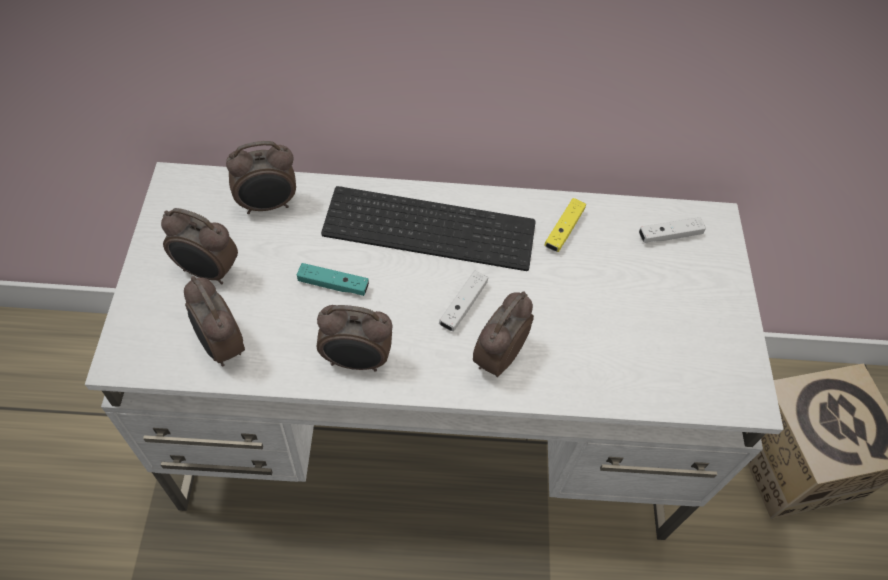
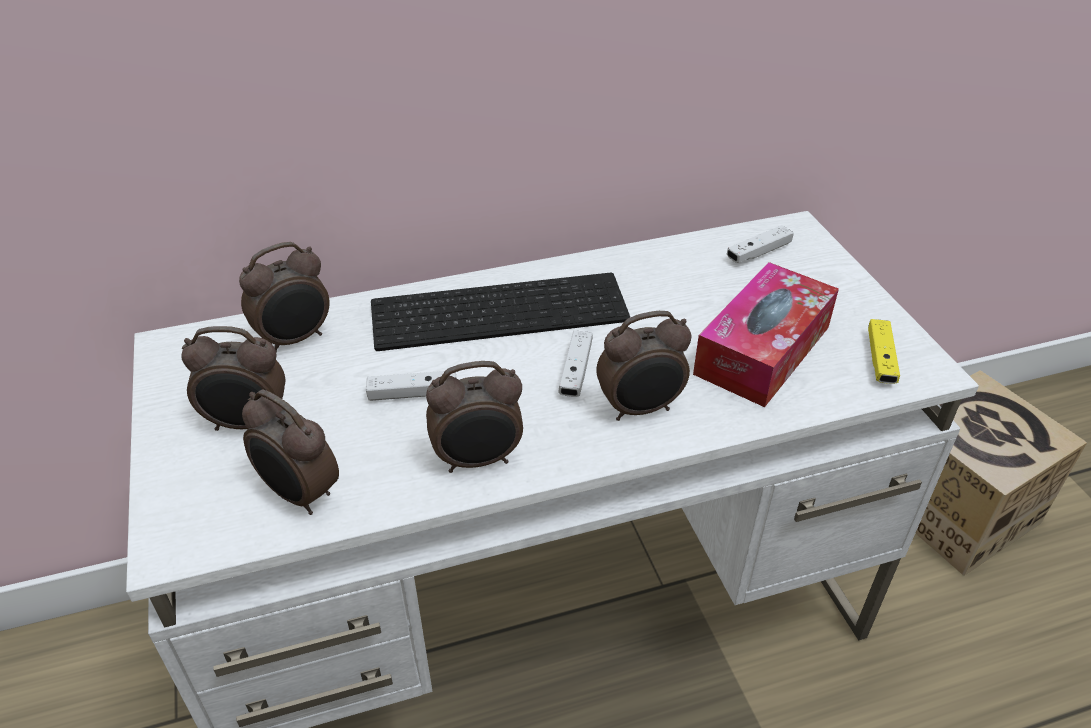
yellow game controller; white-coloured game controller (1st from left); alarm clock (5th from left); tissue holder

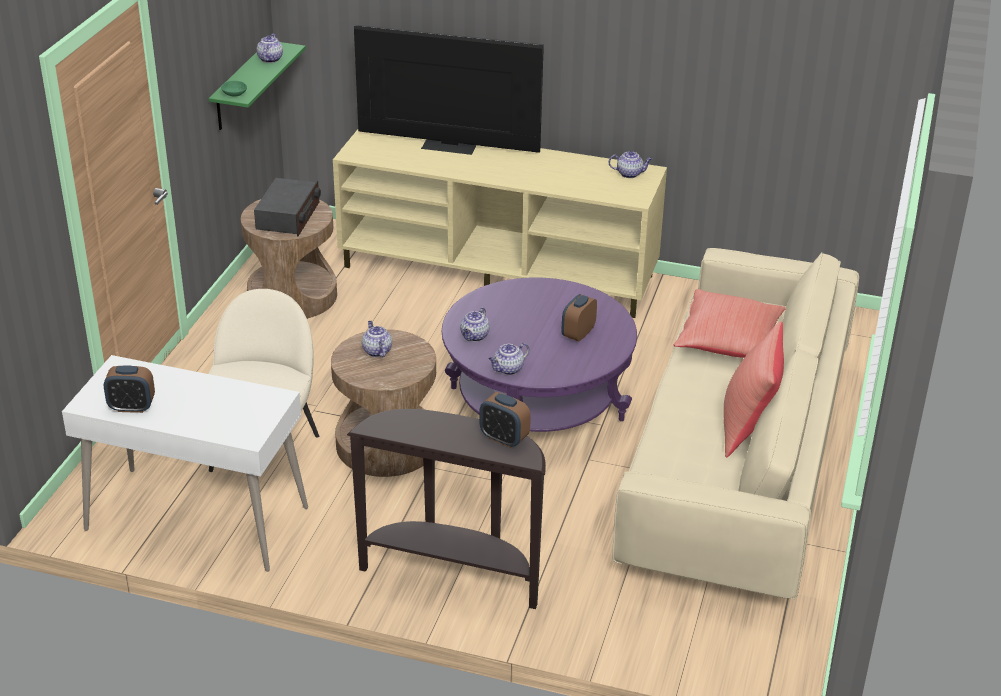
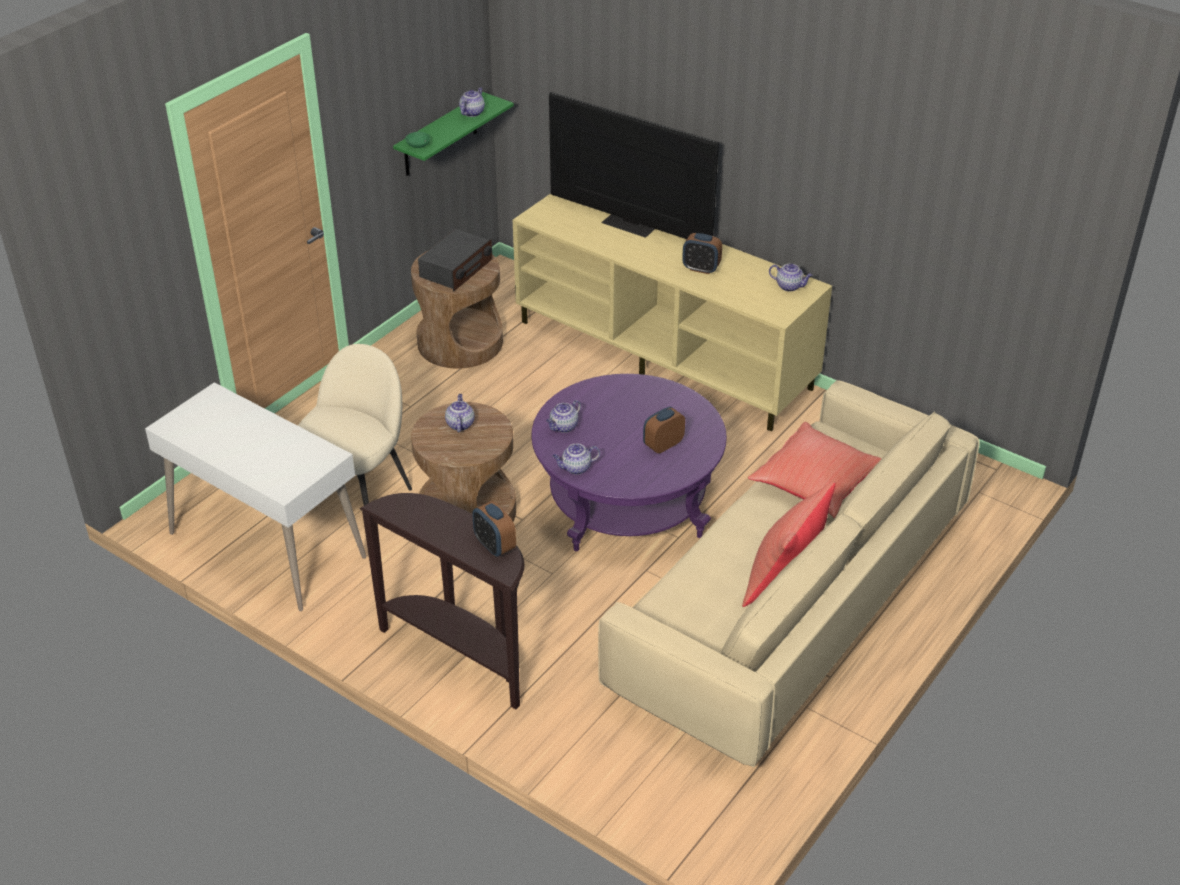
alarm clock (3rd from left)

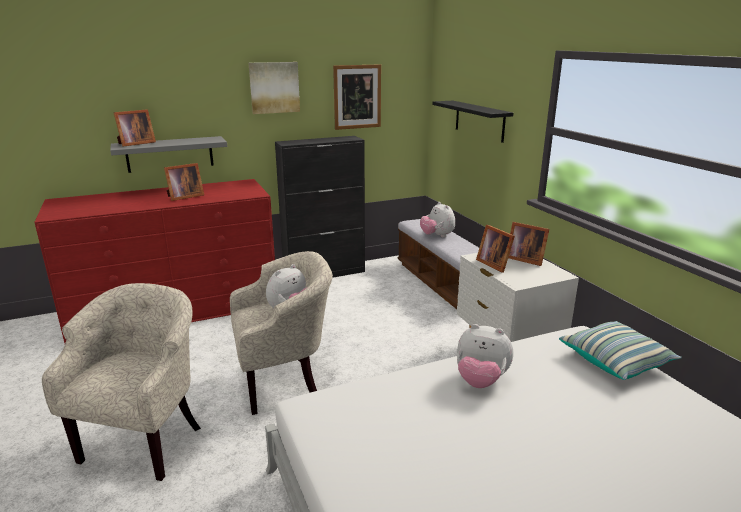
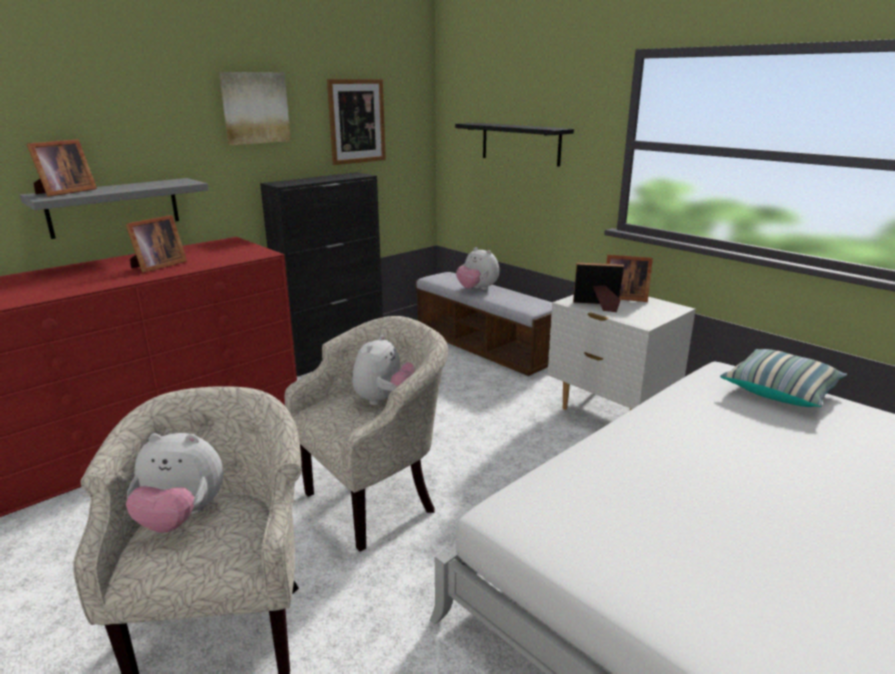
picture frame (3rd from left); plush toy (1st from left)

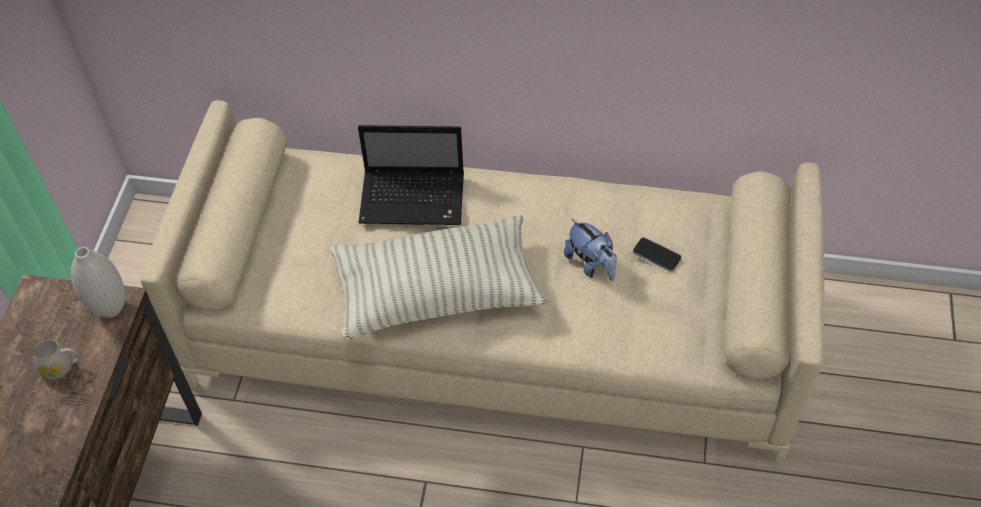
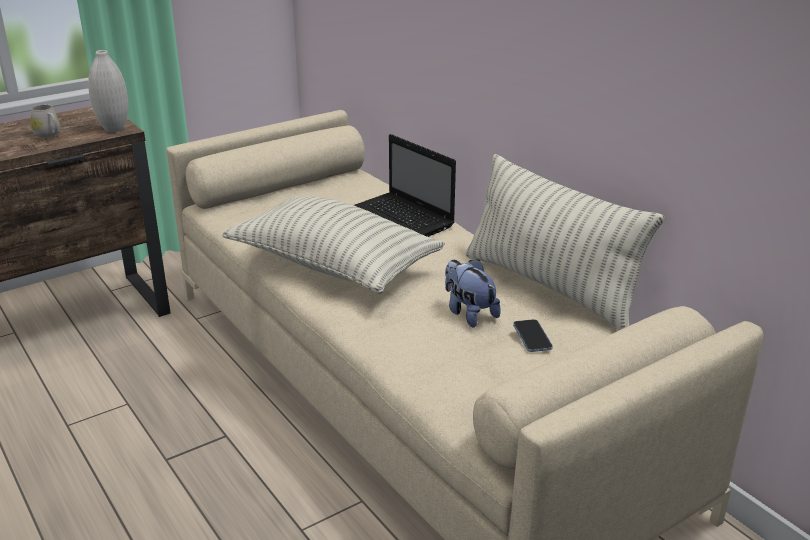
plush toy; throw pillow (2nd from left)

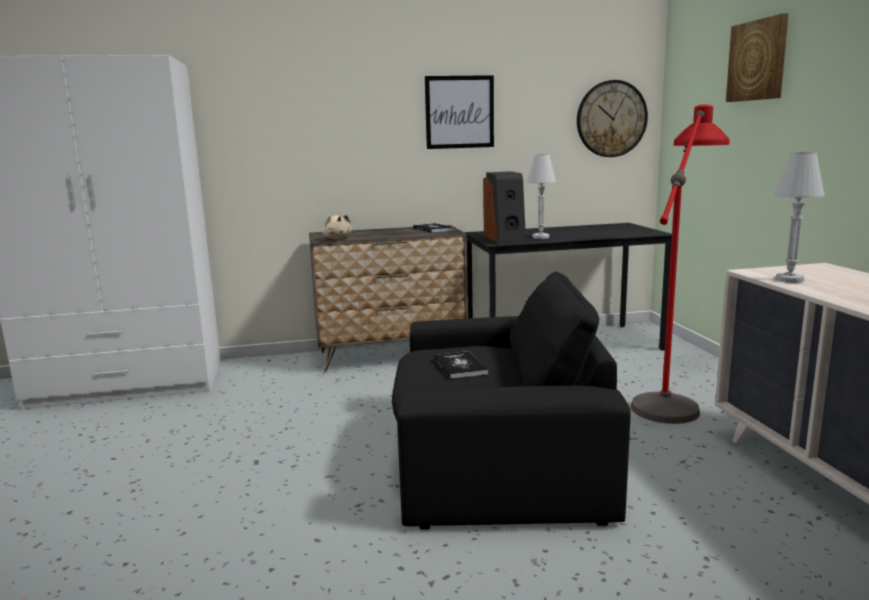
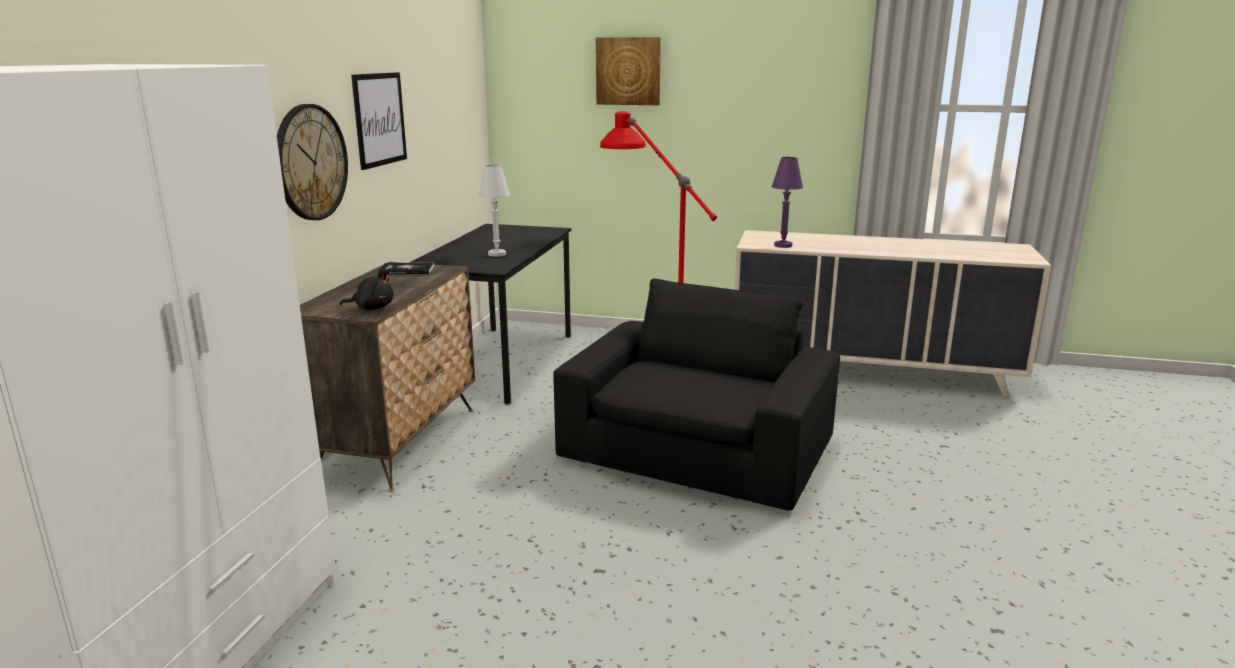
wall clock; purple-coloured lamp for a table; loudspeaker; black-coloured plush toy; bound book (2nd from left in the first image)

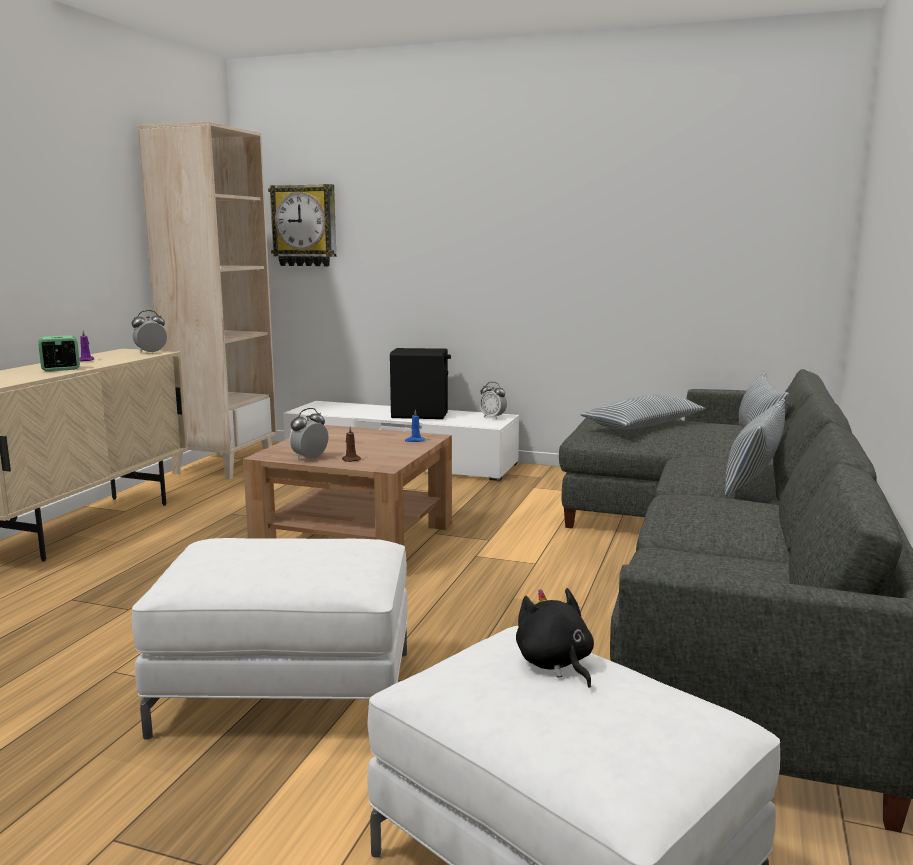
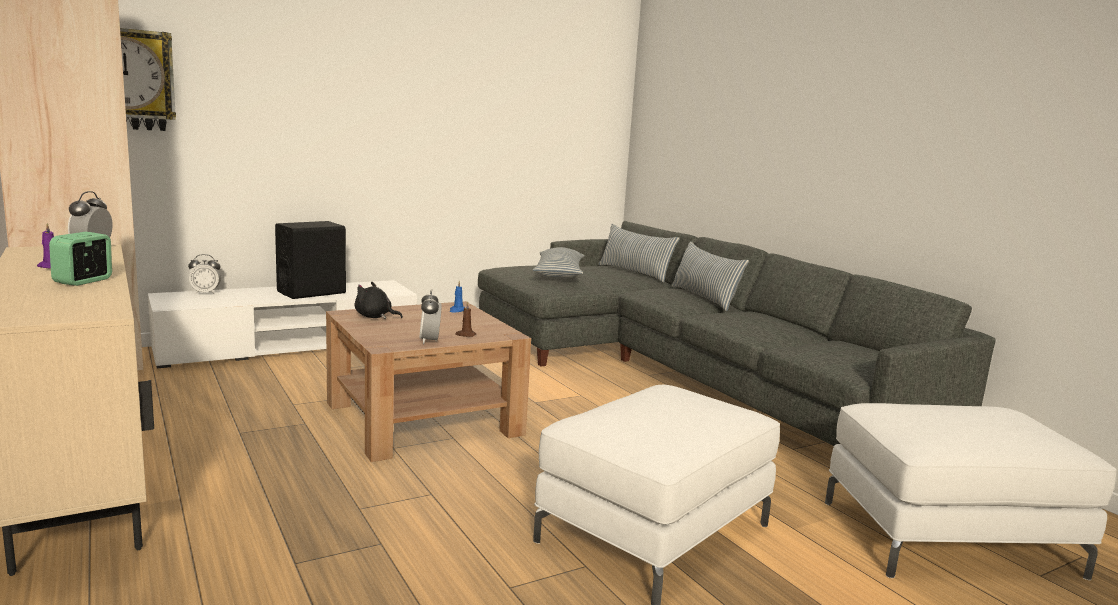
alarm clock (3rd from left); black-coloured plush toy

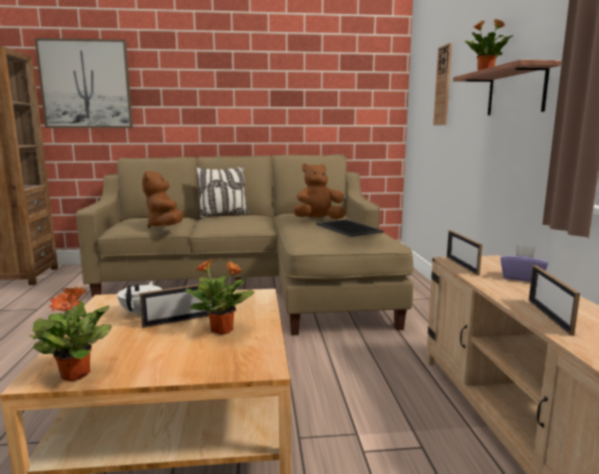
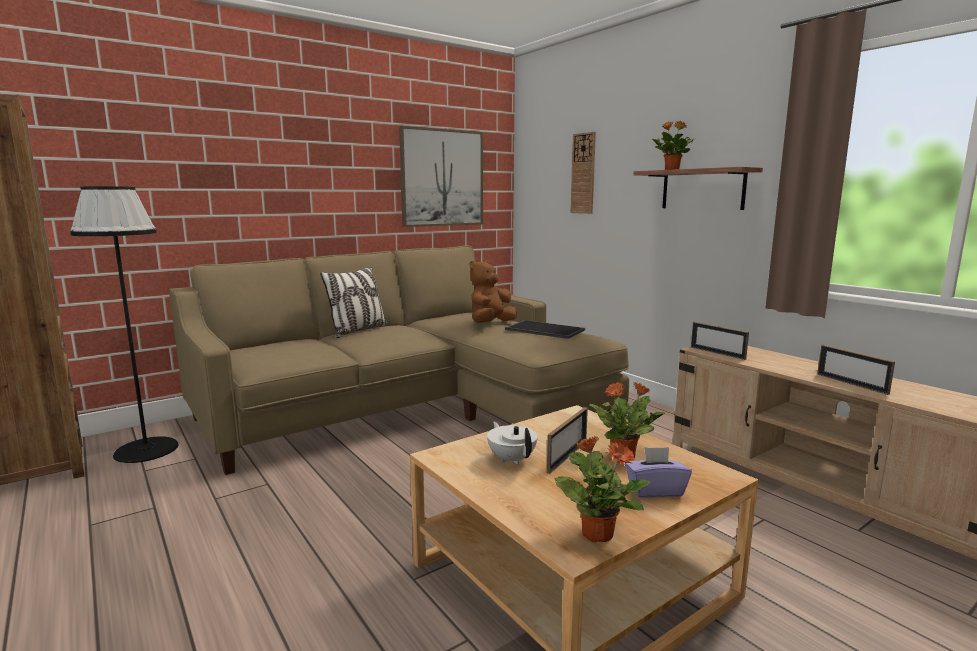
wall picture; brownish plush toy (1st from left in the first image); purple-coloured tissue holder; black-coloured floor lamp

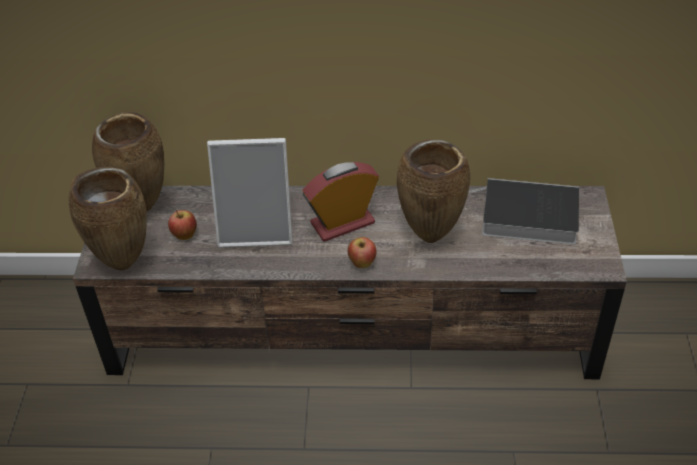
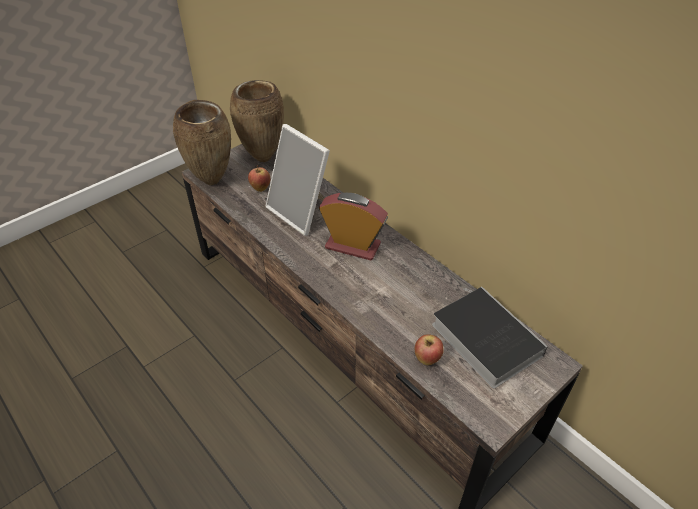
brownish vase (3rd from left in the first image); apple (2nd from left)

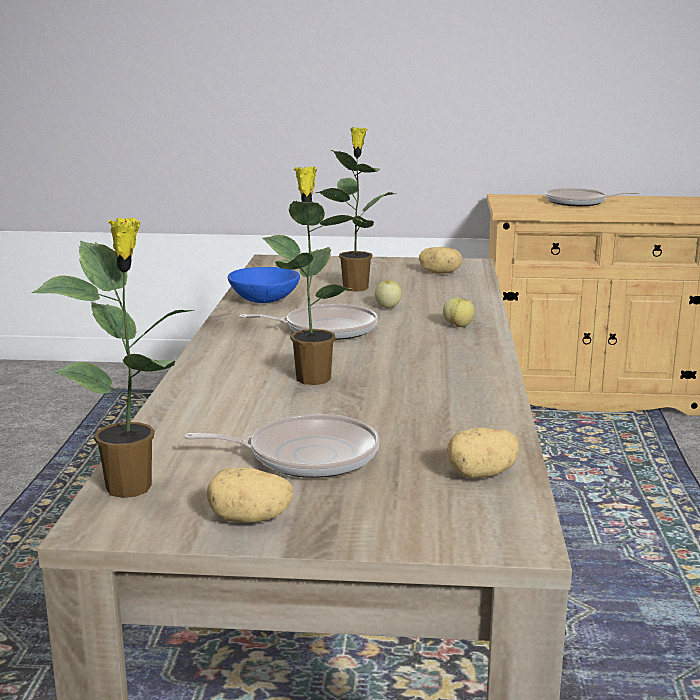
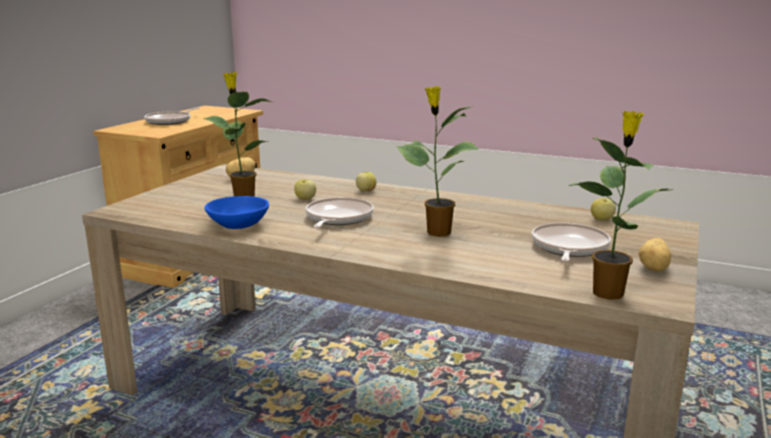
apple (3rd from left)

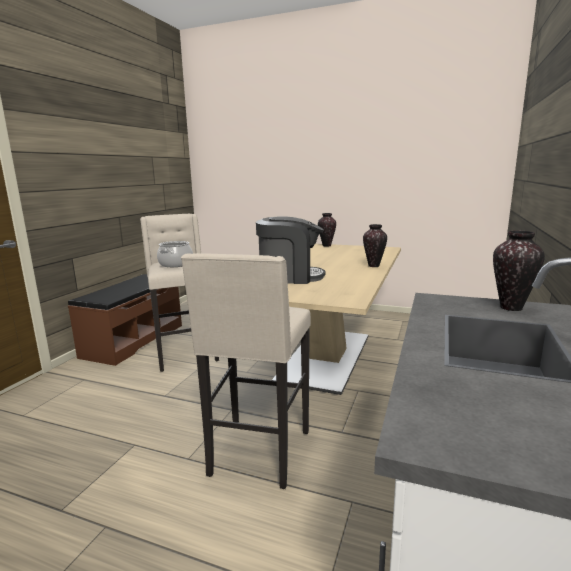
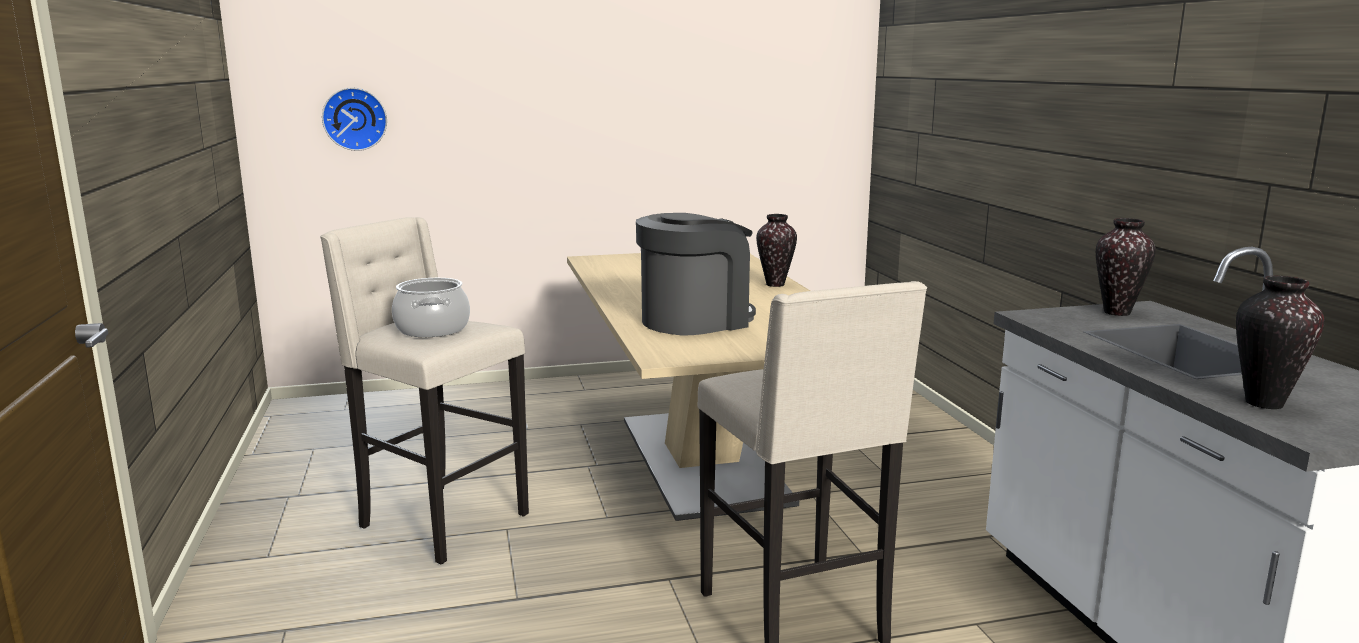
vase (3rd from left); brownish bench; wall clock

